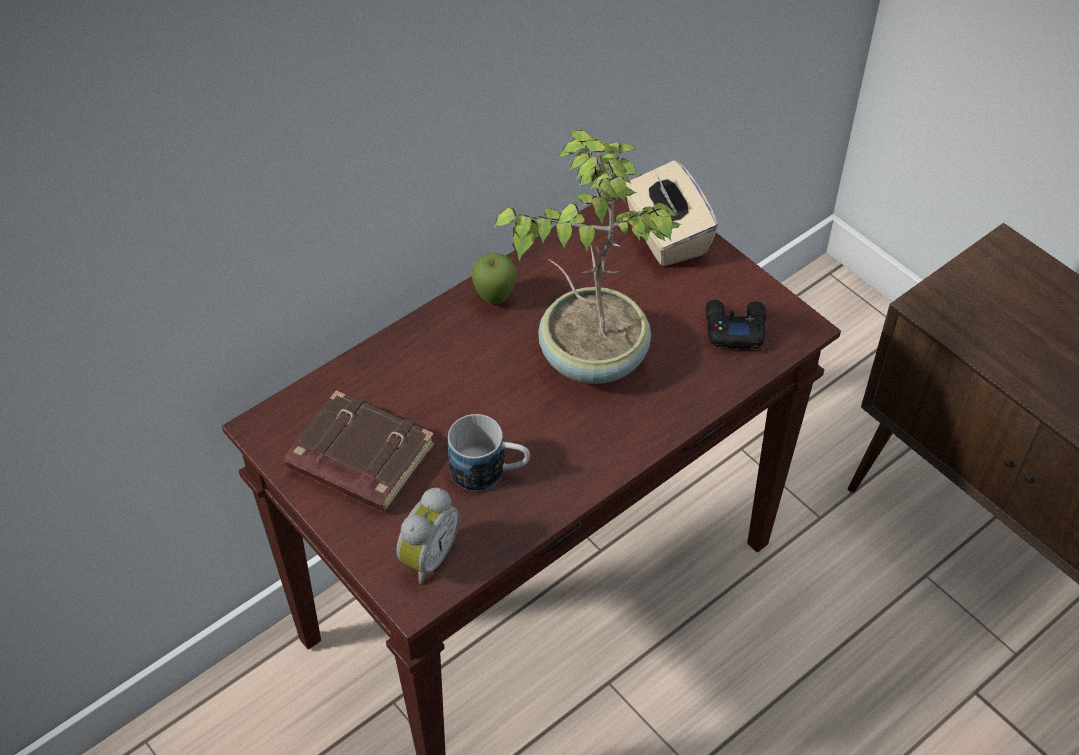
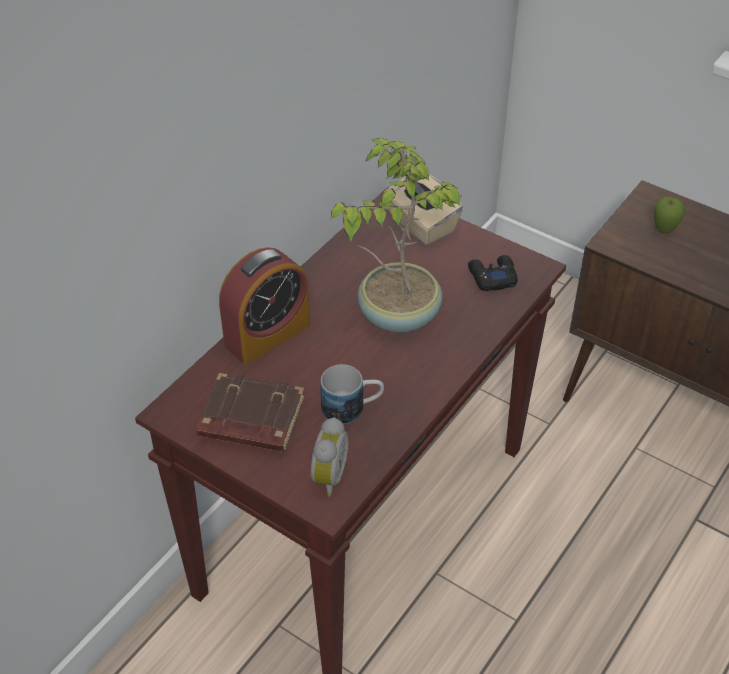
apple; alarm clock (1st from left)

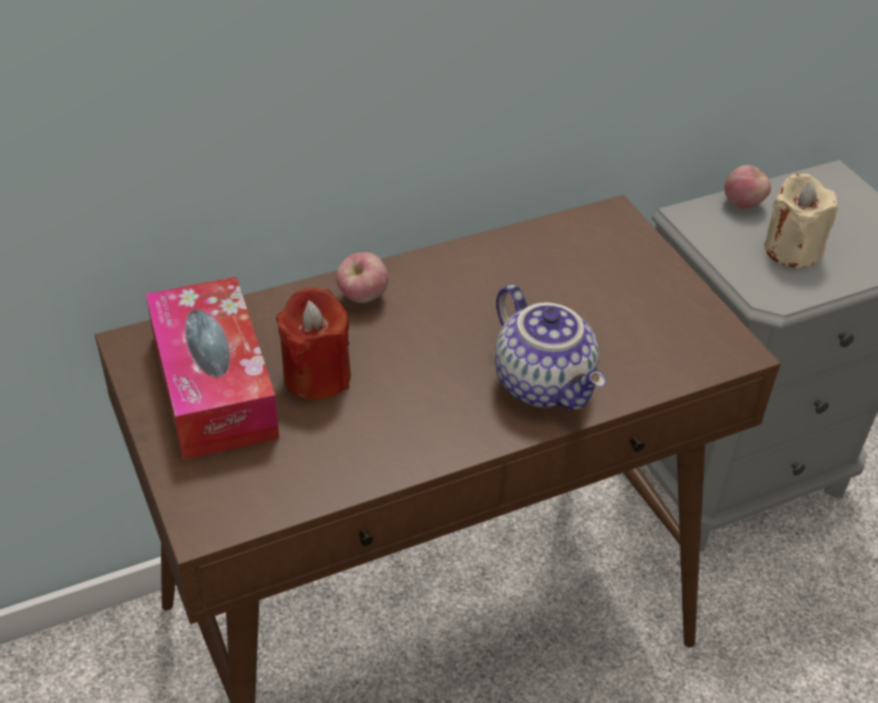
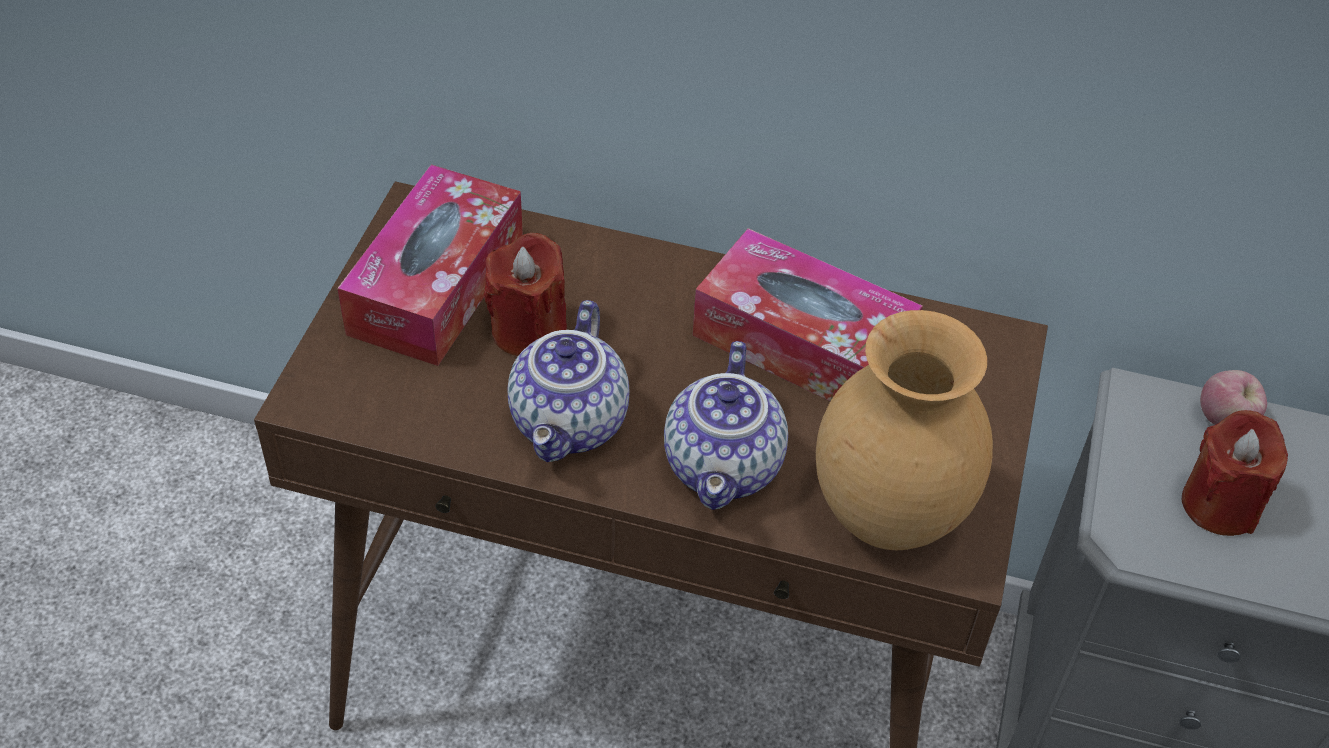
red-coloured candle (2nd from left); apple (1st from left in the first image); tissue holder (2nd from left); teapot (1st from left); brownish vase

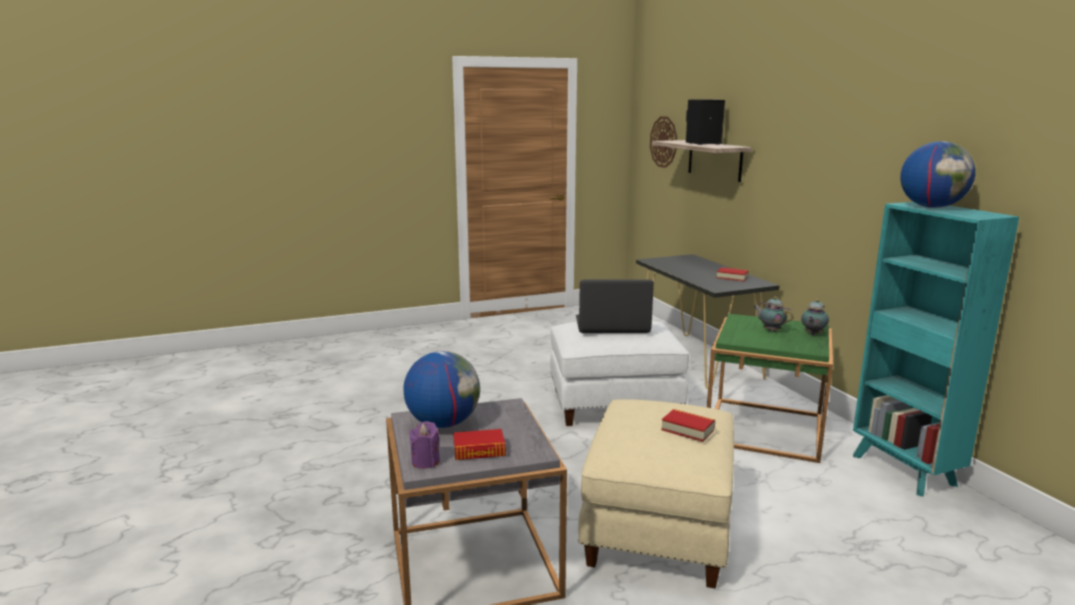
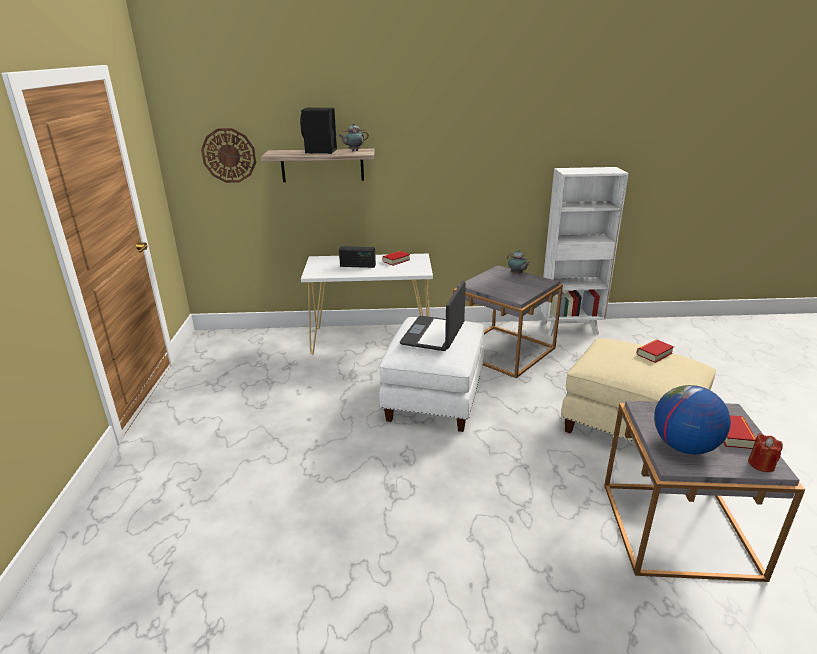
globe (2nd from left in the first image); white-coloured bookcase; white-coloured hall table; teapot (1st from left); gray end table (1st from left); red-coloured candle; radio receiver

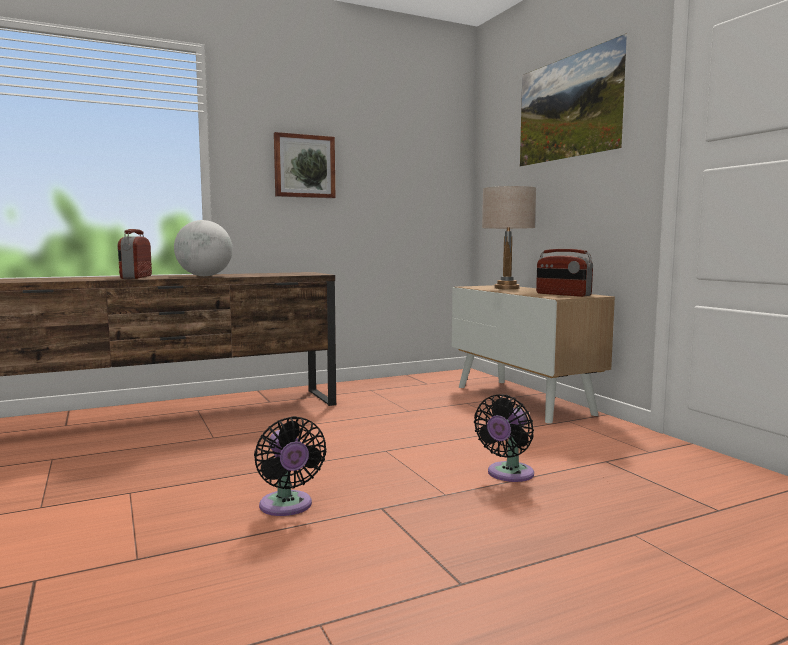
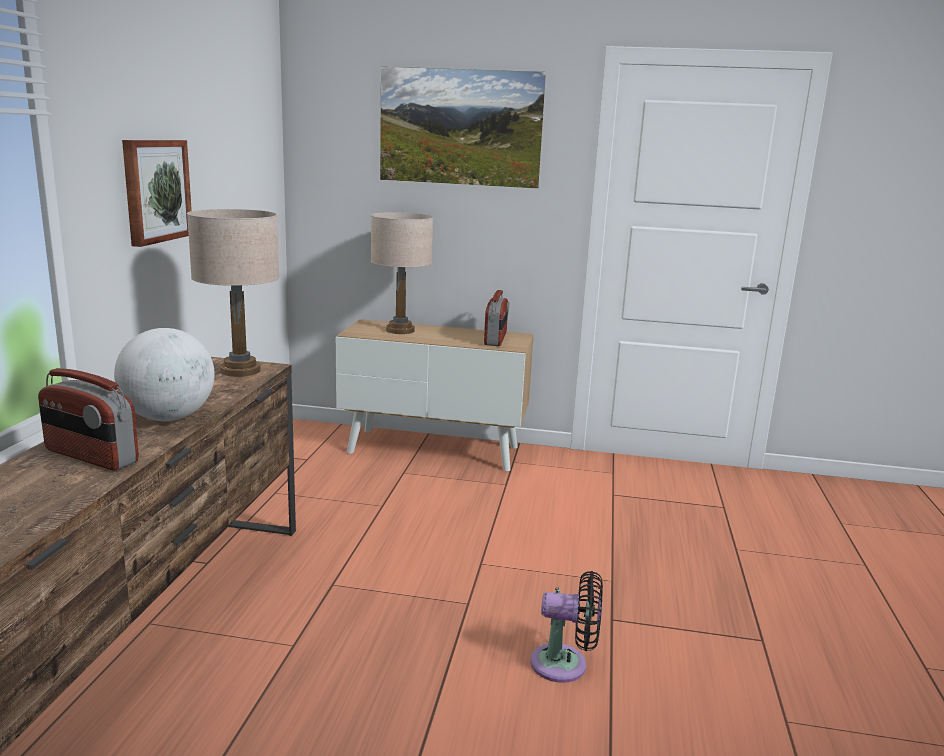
radio receiver (2nd from left); black-coloured electric fan (2nd from left in the first image); beige lamp for a table (1st from left)

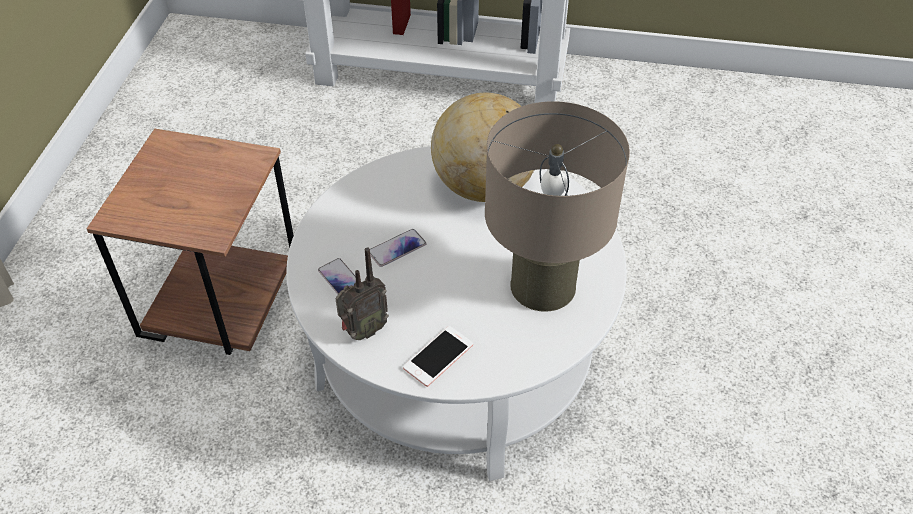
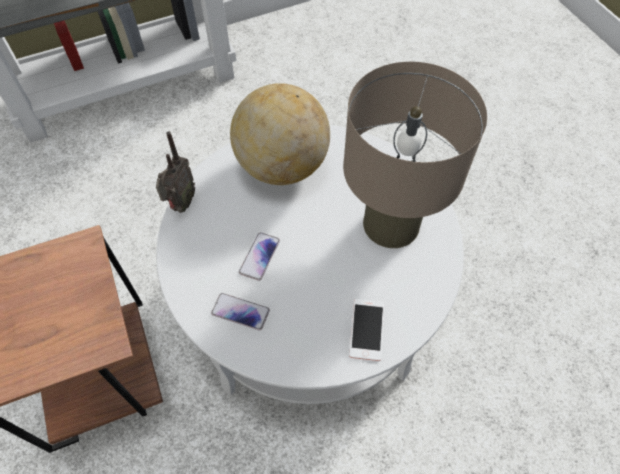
radio receiver

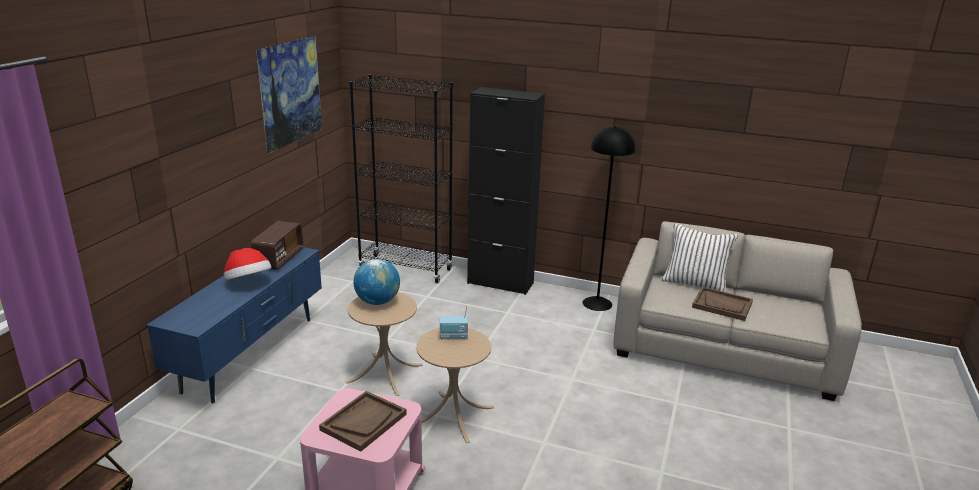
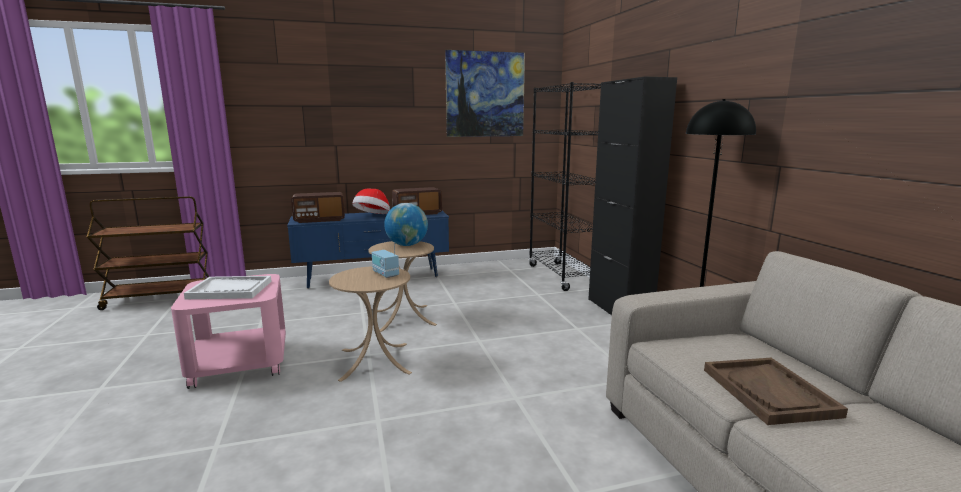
white-coloured throw pillow; white-coloured serving tray; radio receiver (1st from left)

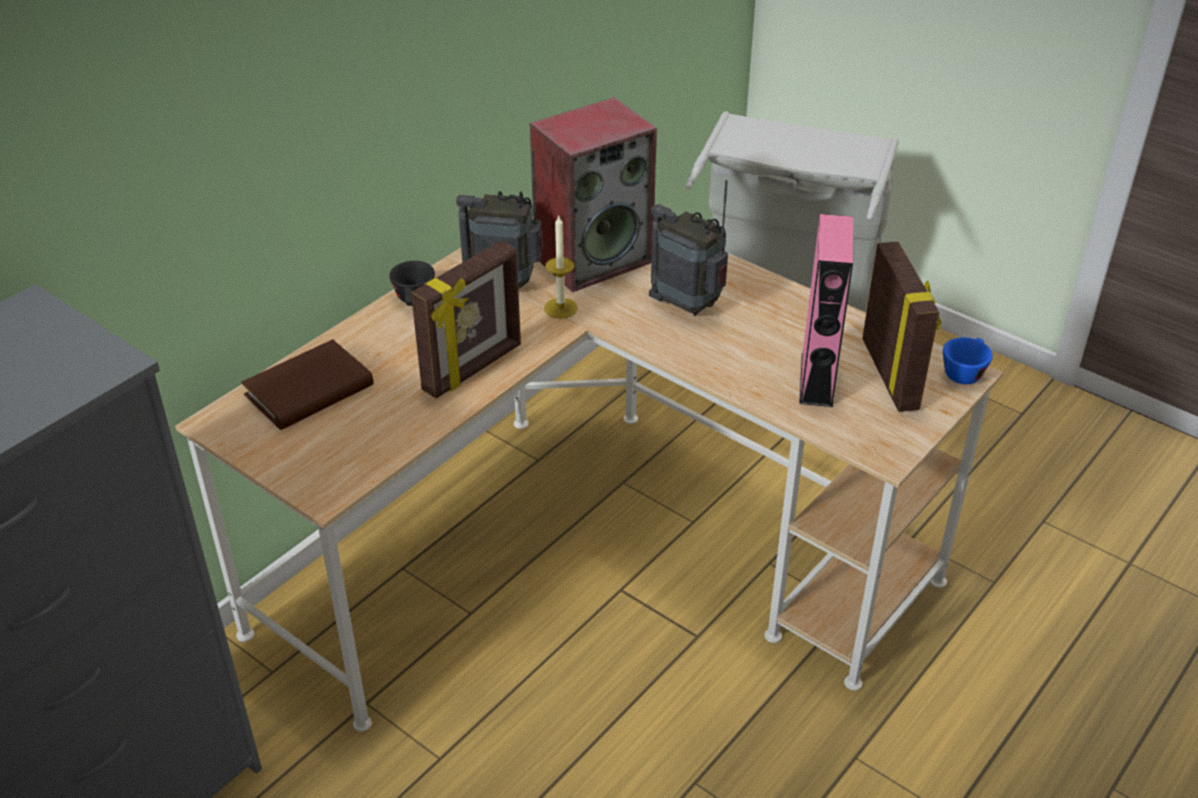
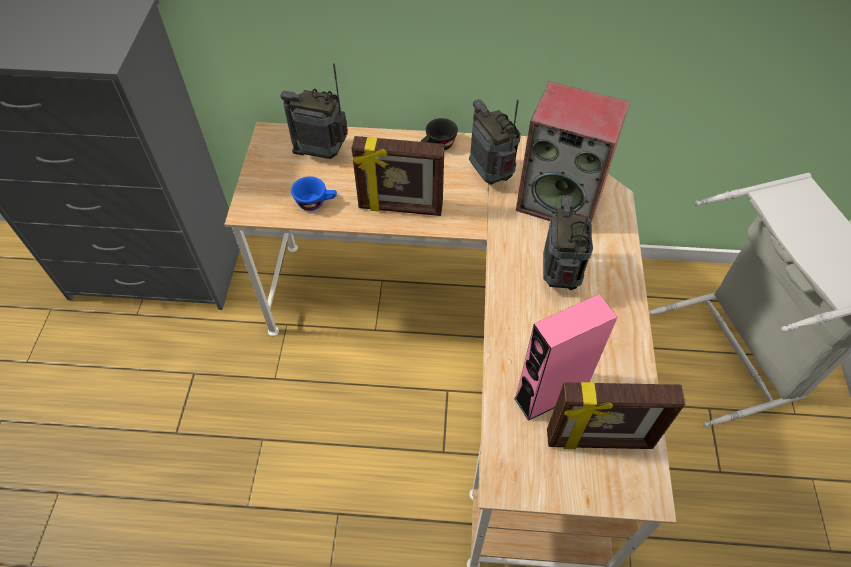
candle; picture frame (2nd from left); bluish cup; radio receiver (1st from left)

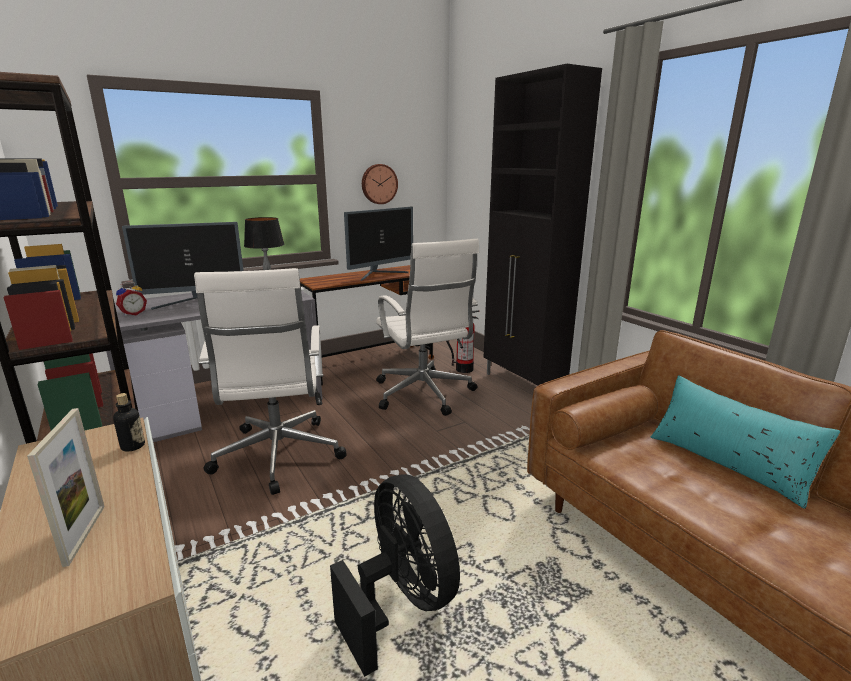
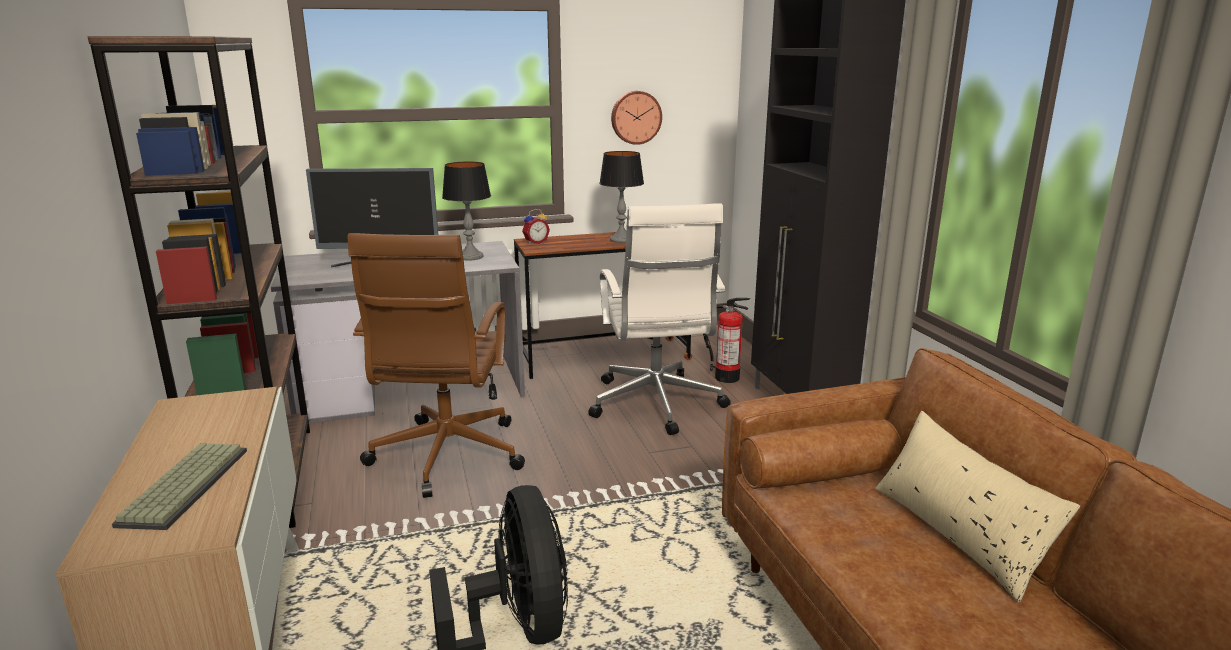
lamp for a table (2nd from left); brownish desk chair; alarm clock; beige throw pillow; bottle; computer keyboard

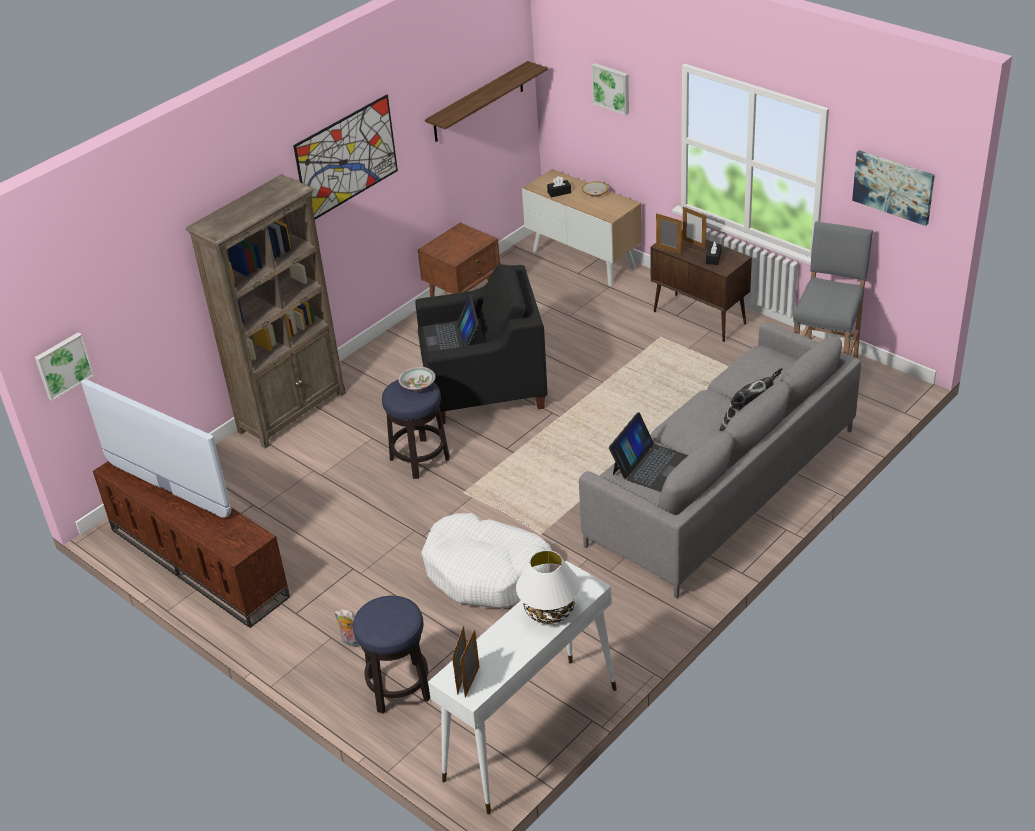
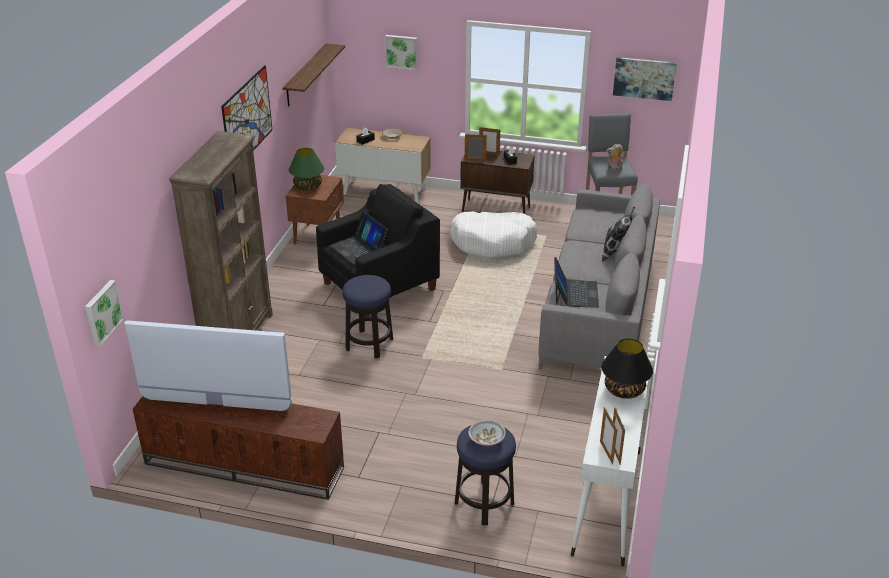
deep dish (2nd from left); white-coloured dog cushion; black-coloured lamp for a table; plush toy; green lamp for a table

